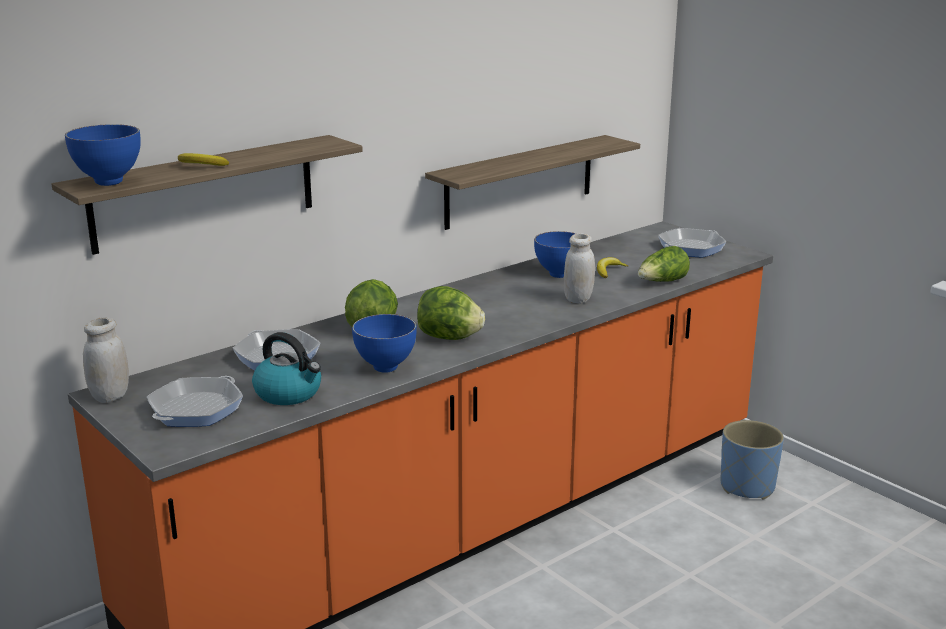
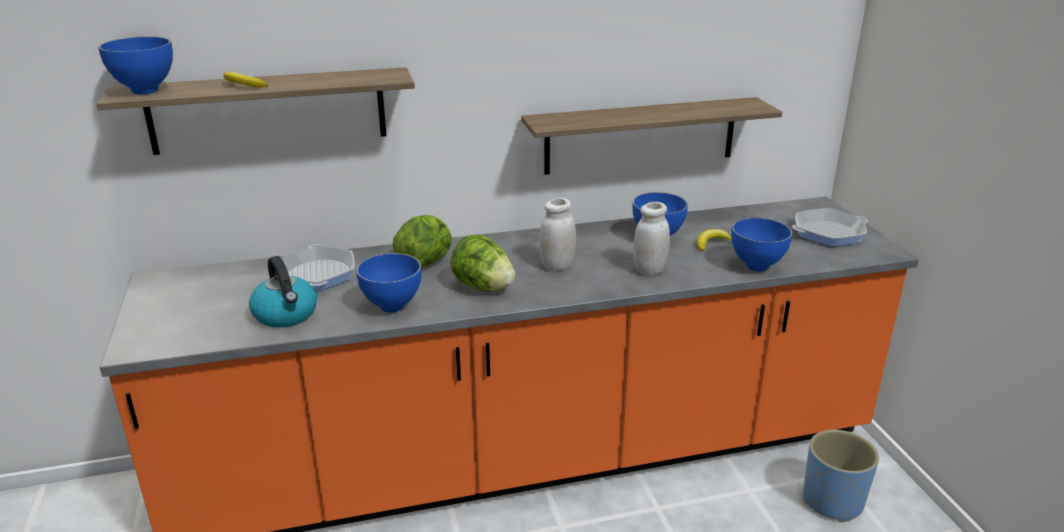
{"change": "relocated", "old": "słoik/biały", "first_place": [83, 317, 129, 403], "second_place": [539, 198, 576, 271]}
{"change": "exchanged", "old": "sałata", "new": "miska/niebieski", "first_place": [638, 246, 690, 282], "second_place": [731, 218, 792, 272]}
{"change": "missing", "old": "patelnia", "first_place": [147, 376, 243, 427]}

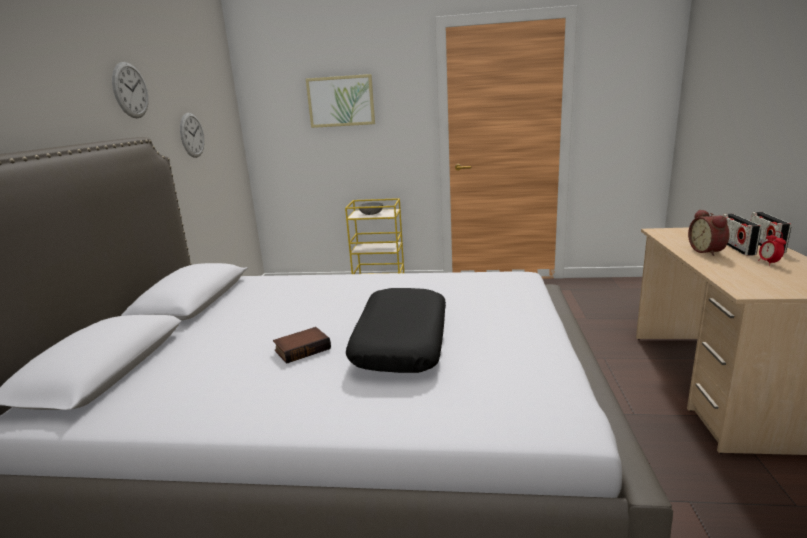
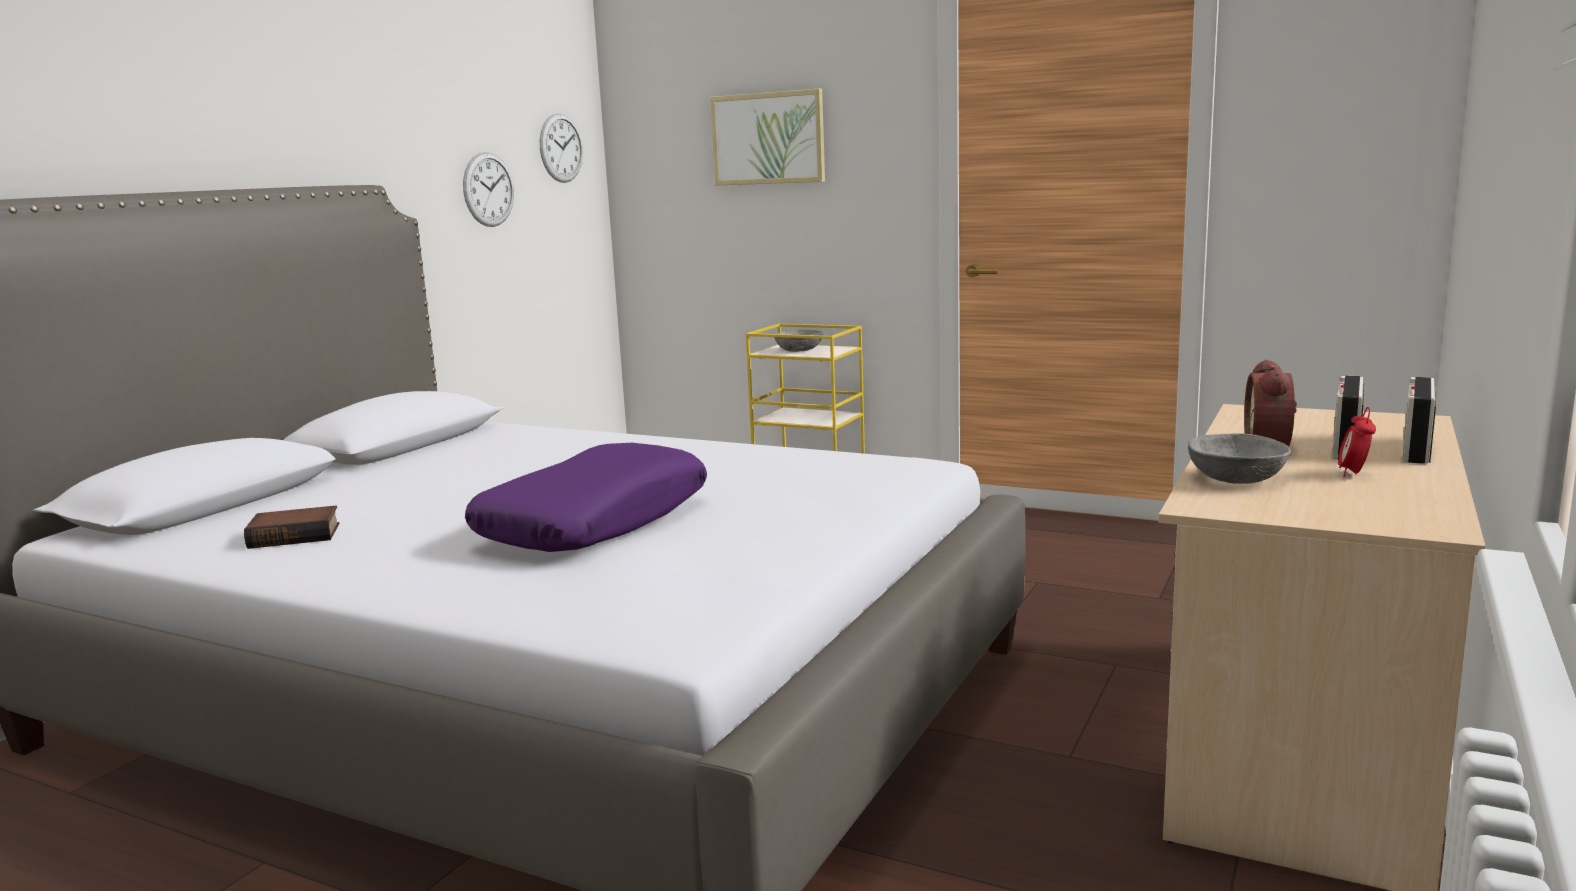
{"change": "relocated", "old": "książka", "first_place": [273, 327, 331, 363], "second_place": [244, 506, 340, 549]}
{"change": "colour", "old": "poduszka/czarny", "new": "poduszka/fioletowy", "first_place": [346, 288, 446, 373], "second_place": [465, 443, 707, 552]}
{"change": "relocated", "old": "zegar ścienny", "first_place": [112, 62, 149, 118], "second_place": [540, 113, 583, 183]}
{"change": "appeared", "new": "miska/szary", "second_place": [1188, 433, 1291, 484]}

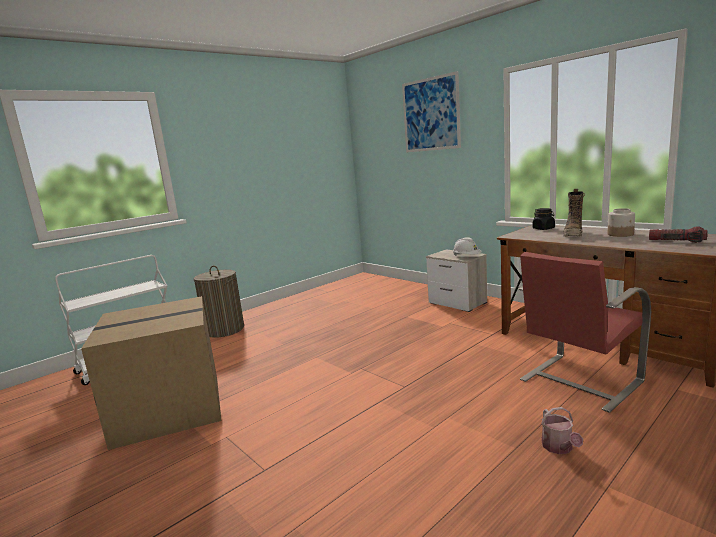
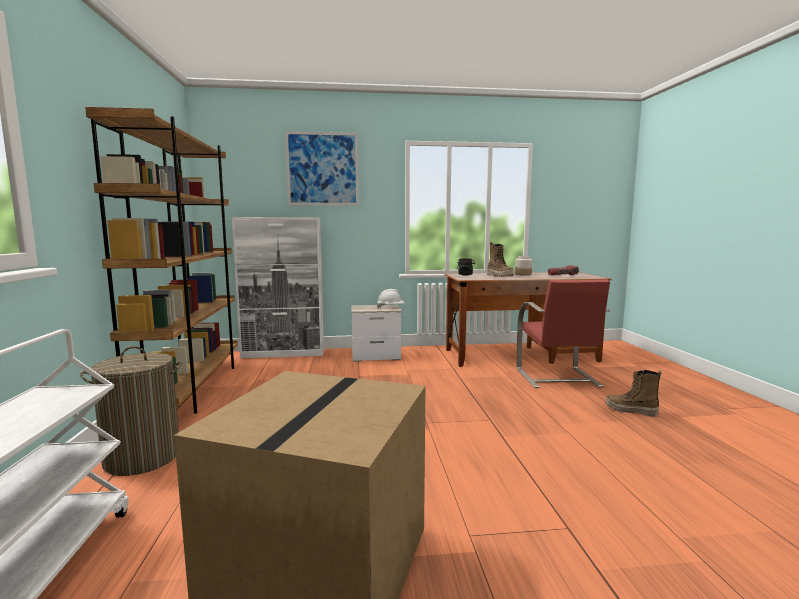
{"change": "appeared", "new": "regał/brązowy", "second_place": [85, 107, 238, 414]}
{"change": "appeared", "new": "szafka/biały", "second_place": [232, 217, 324, 358]}
{"change": "exchanged", "old": "konewka", "new": "but z cholewką", "first_place": [541, 407, 583, 454], "second_place": [606, 370, 662, 417]}

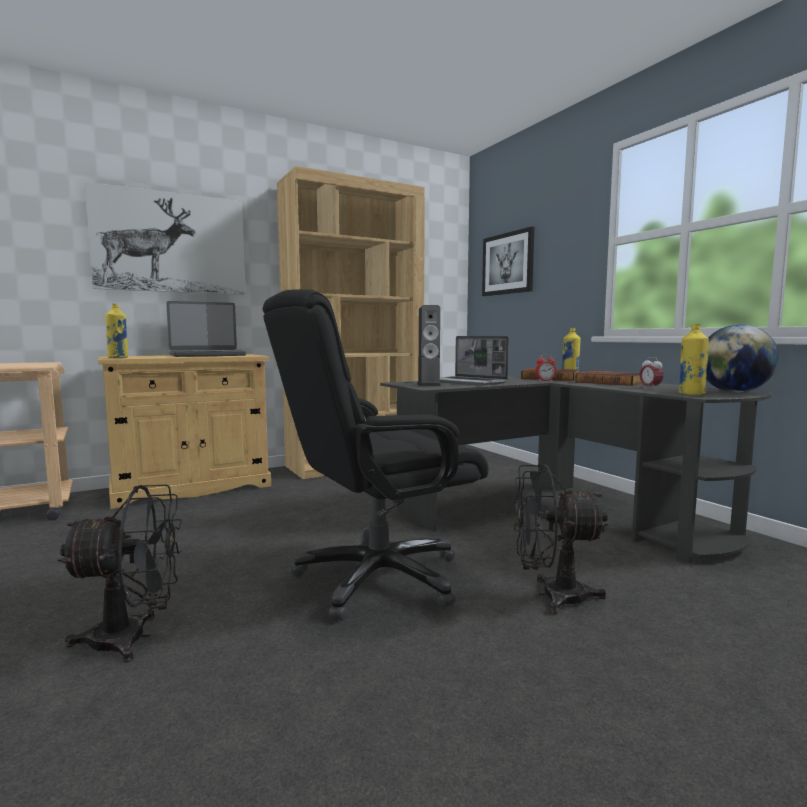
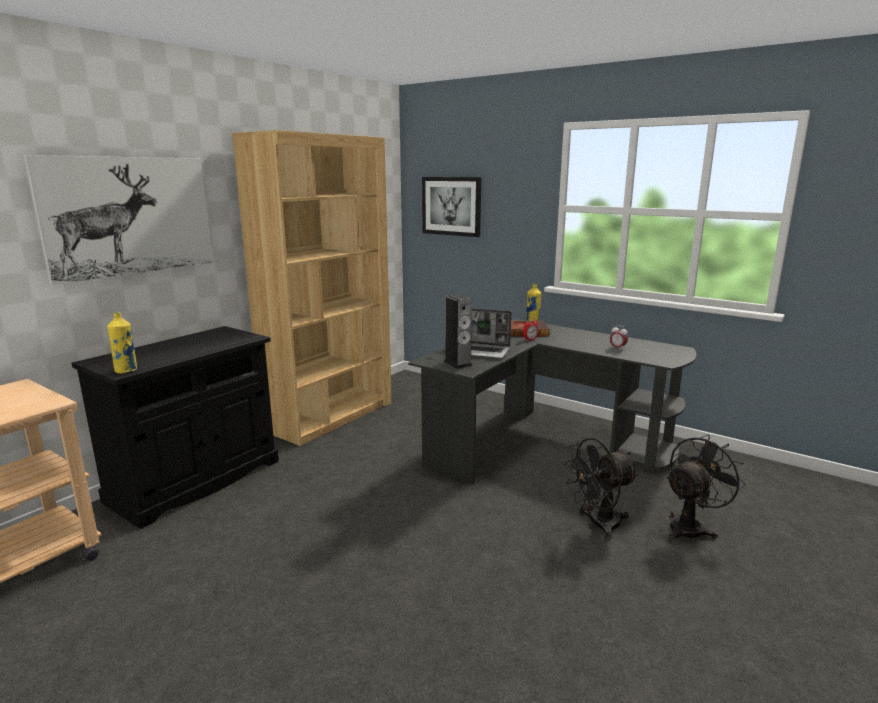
{"change": "colour", "old": "szafka/beżowy", "new": "szafka/czarny", "first_place": [98, 354, 271, 509], "second_place": [71, 326, 279, 529]}
{"change": "relocated", "old": "wentylator/czarny", "first_place": [57, 484, 182, 662], "second_place": [666, 435, 746, 542]}
{"change": "missing", "old": "laptop", "first_place": [166, 301, 246, 357]}
{"change": "missing", "old": "krzesło biurowe/czarny", "first_place": [263, 289, 489, 621]}
{"change": "missing", "old": "książka", "first_place": [575, 371, 642, 386]}
{"change": "missing", "old": "butelka/żółty", "first_place": [679, 324, 709, 395]}
{"change": "missing", "old": "globus", "first_place": [706, 324, 779, 392]}

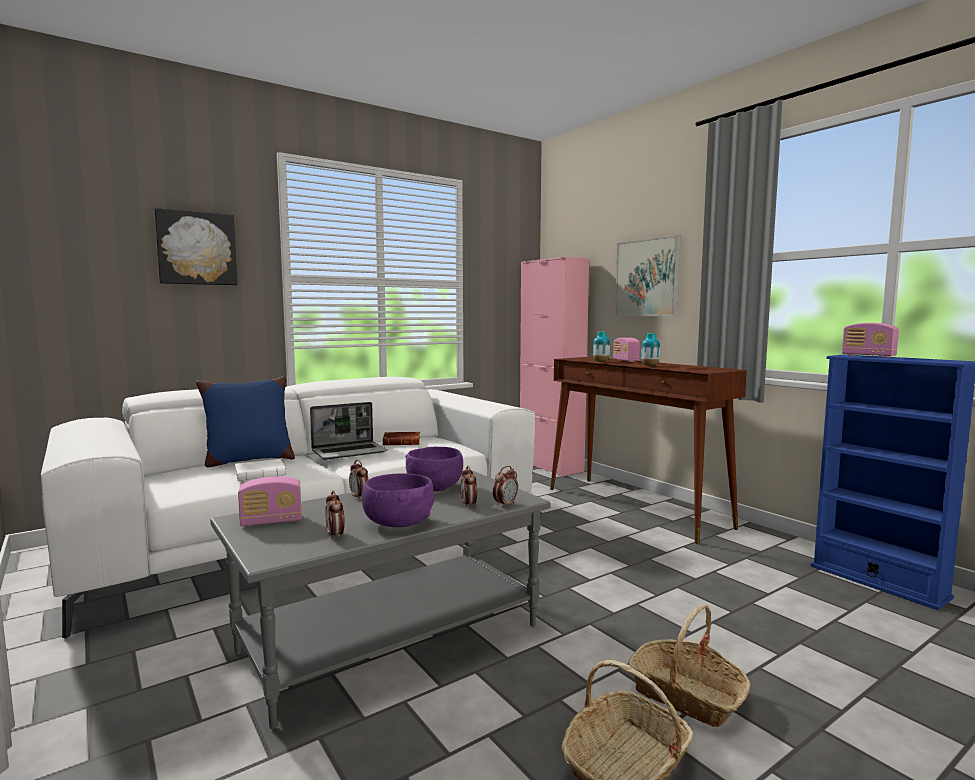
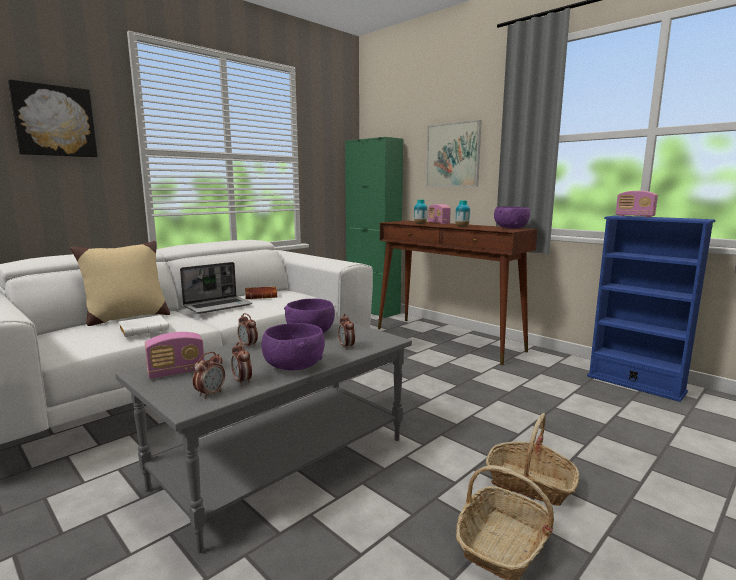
{"change": "colour", "old": "poduszka/niebieski", "new": "poduszka/beżowy", "first_place": [196, 376, 295, 467], "second_place": [70, 241, 170, 326]}
{"change": "relocated", "old": "budzik", "first_place": [493, 466, 518, 508], "second_place": [193, 352, 225, 399]}
{"change": "colour", "old": "szafka/różowy", "new": "szafka/zielony", "first_place": [520, 257, 589, 476], "second_place": [345, 137, 403, 318]}
{"change": "appeared", "new": "miska/fioletowy", "second_place": [494, 206, 530, 229]}

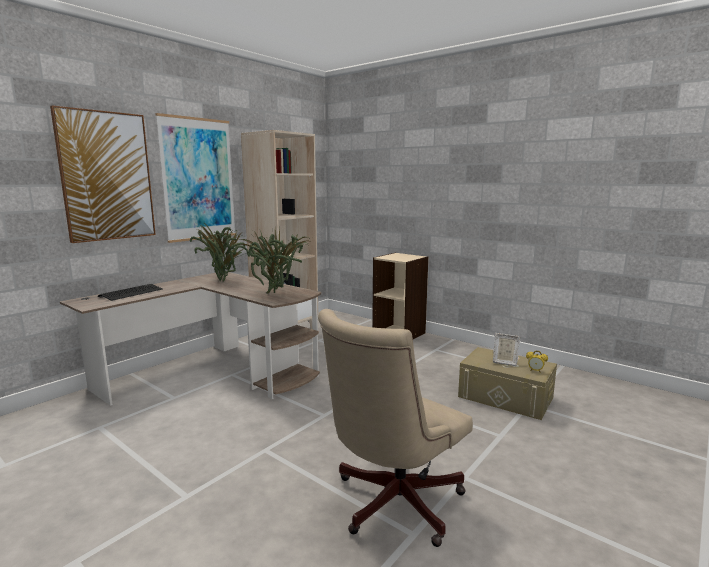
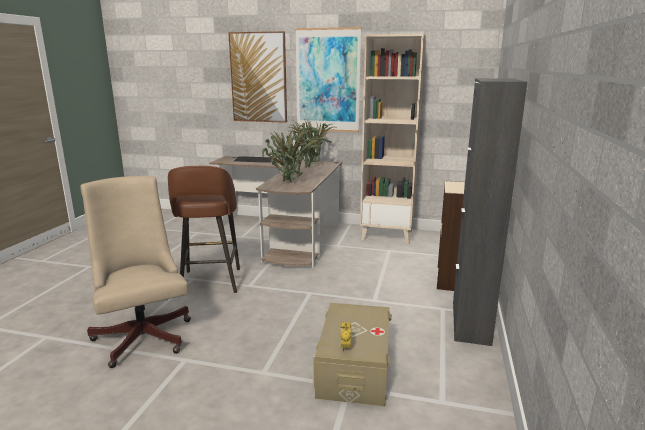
{"change": "spun", "old": "krzesło biurowe/beżowy", "first_place": [318, 309, 473, 547], "second_place": [80, 176, 191, 368], "degrees": 45}
{"change": "appeared", "new": "stołek/brązowy", "second_place": [168, 166, 240, 293]}
{"change": "appeared", "new": "szafka/czarny", "second_place": [453, 78, 527, 346]}
{"change": "missing", "old": "ramka na zdjęcie", "first_place": [493, 333, 520, 366]}

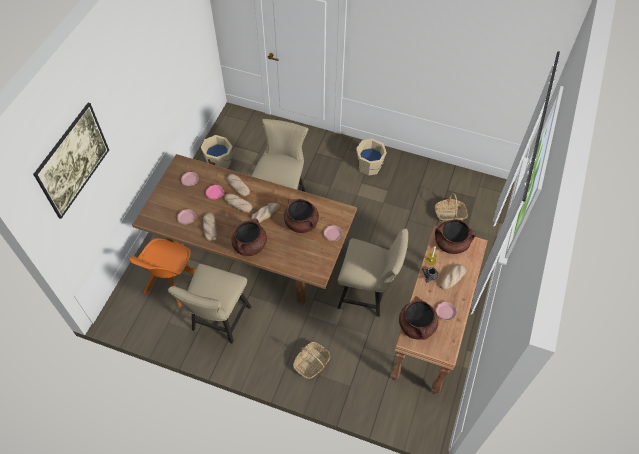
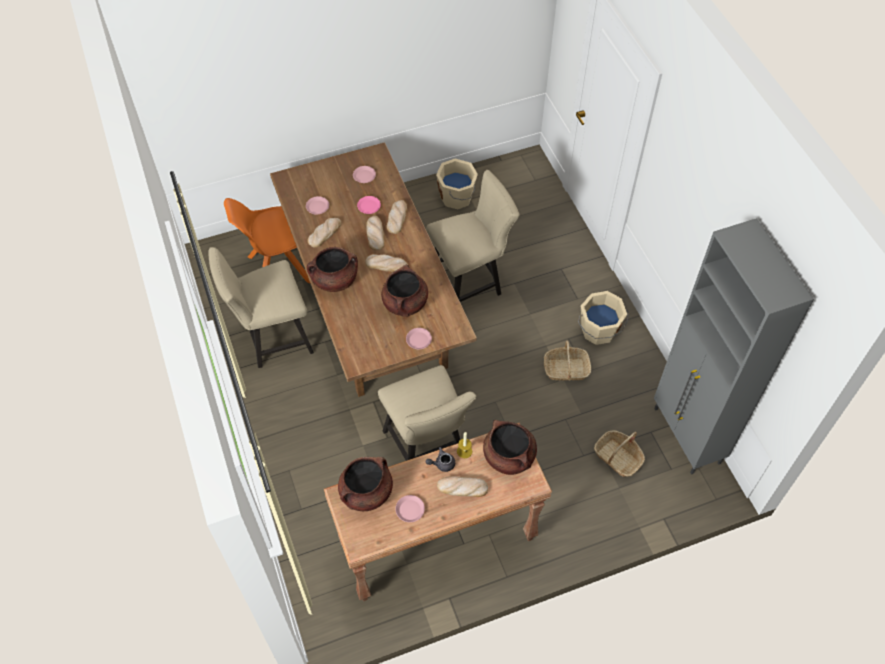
{"change": "relocated", "old": "koszyk", "first_place": [293, 342, 330, 379], "second_place": [544, 341, 591, 381]}
{"change": "appeared", "new": "szafka/szary", "second_place": [654, 218, 814, 475]}
{"change": "missing", "old": "obraz", "first_place": [33, 103, 109, 219]}

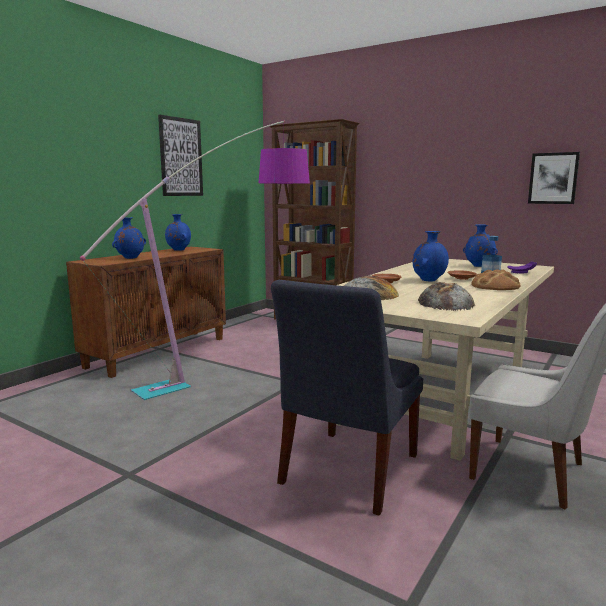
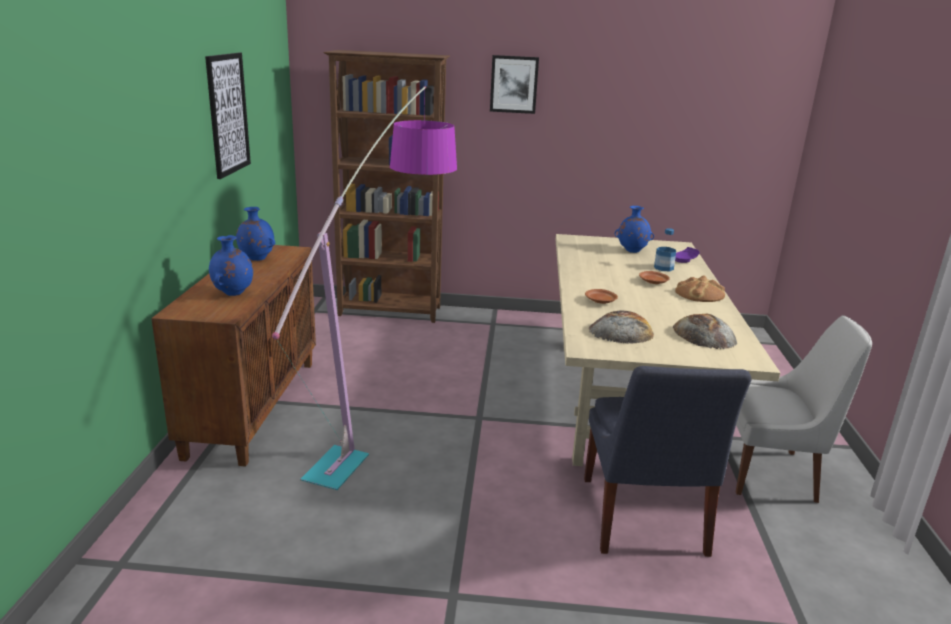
{"change": "relocated", "old": "obraz", "first_place": [528, 152, 580, 204], "second_place": [490, 55, 539, 114]}
{"change": "missing", "old": "wazon/niebieski", "first_place": [413, 231, 449, 281]}

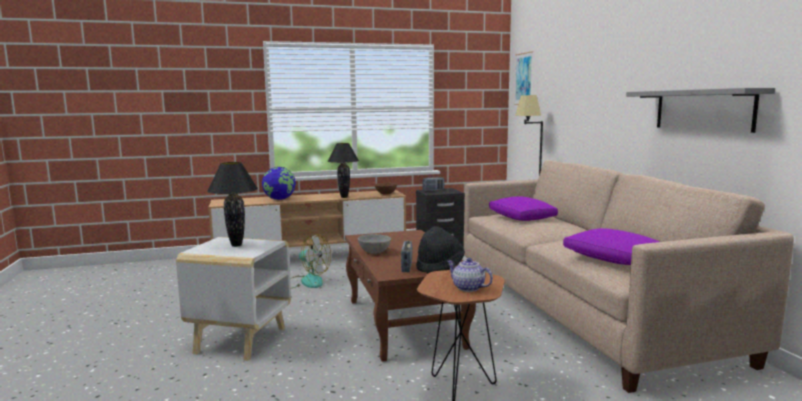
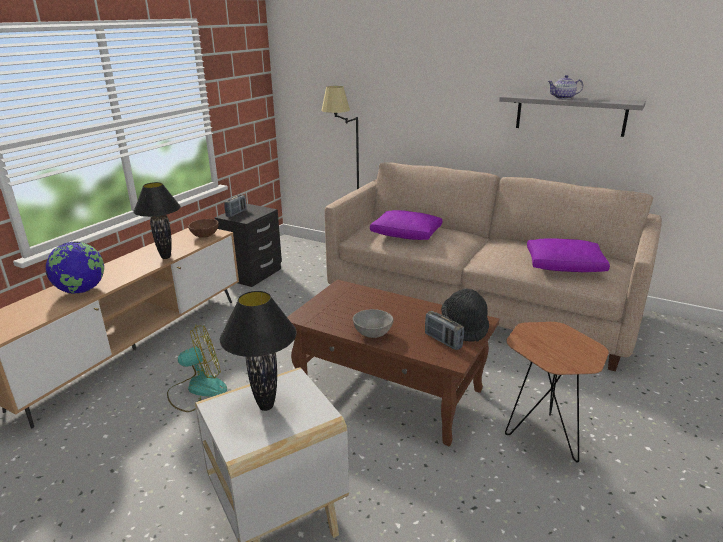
{"change": "relocated", "old": "imbryk", "first_place": [447, 258, 493, 292], "second_place": [547, 75, 583, 99]}
{"change": "missing", "old": "obraz", "first_place": [514, 51, 533, 105]}

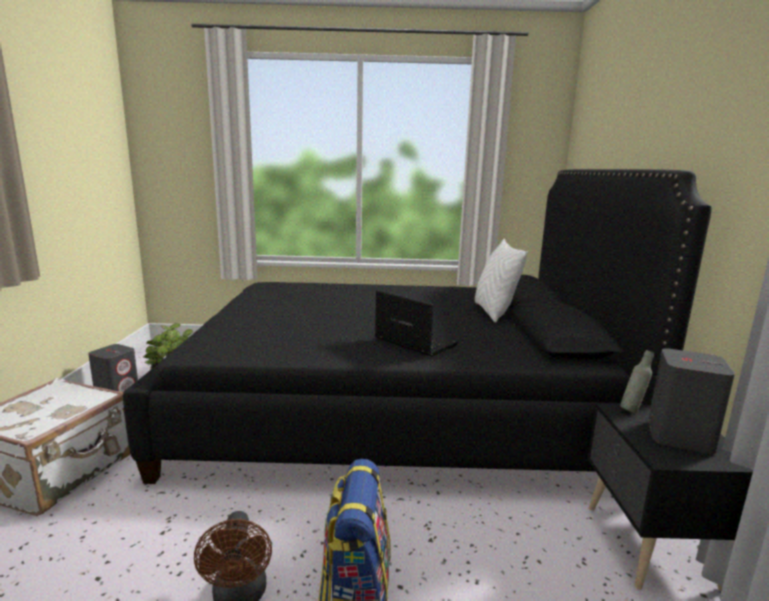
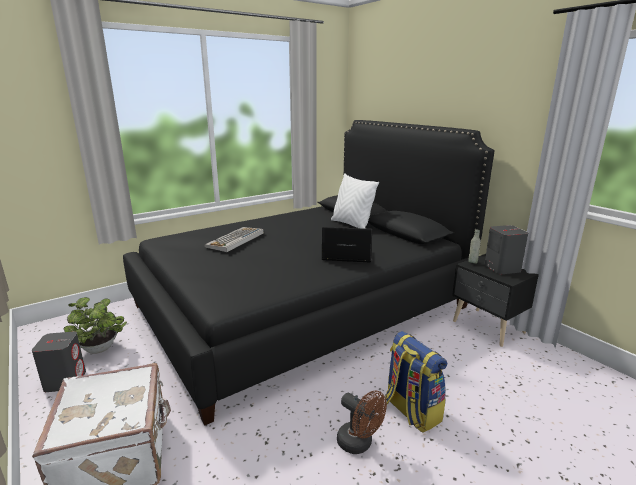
{"change": "appeared", "new": "klawiatura", "second_place": [204, 227, 264, 252]}

